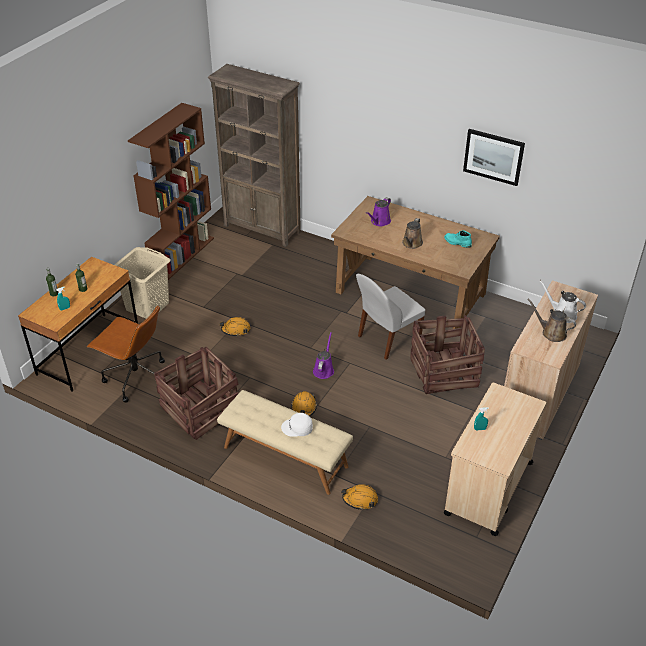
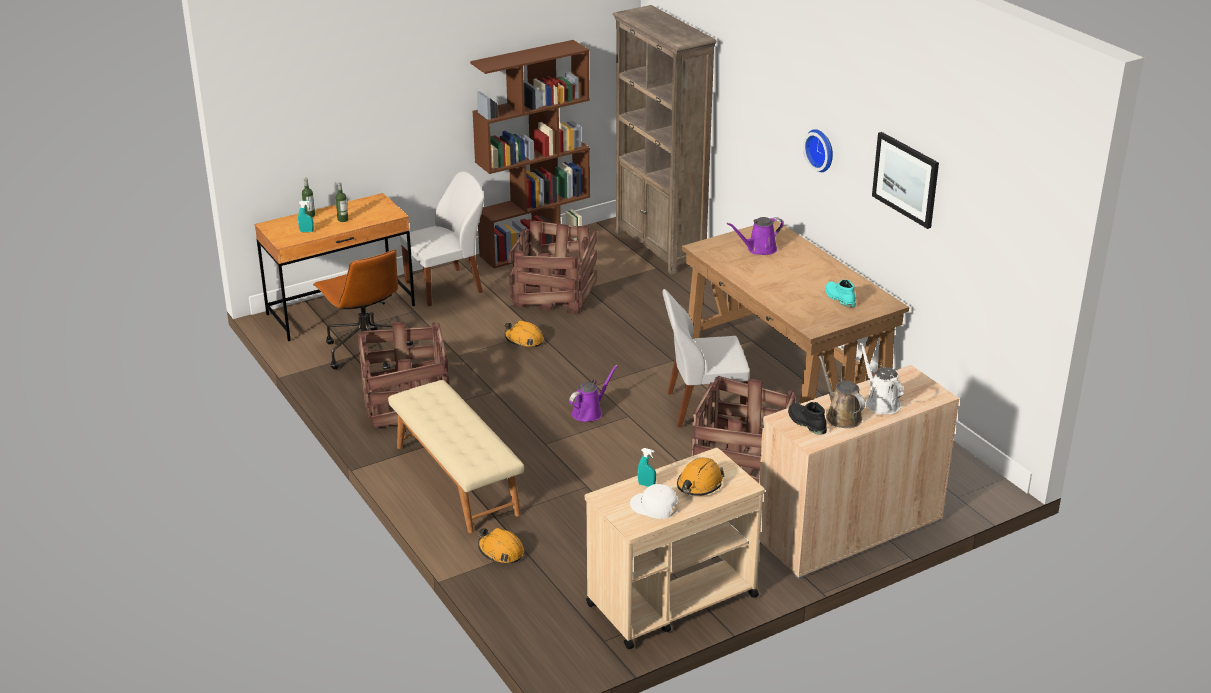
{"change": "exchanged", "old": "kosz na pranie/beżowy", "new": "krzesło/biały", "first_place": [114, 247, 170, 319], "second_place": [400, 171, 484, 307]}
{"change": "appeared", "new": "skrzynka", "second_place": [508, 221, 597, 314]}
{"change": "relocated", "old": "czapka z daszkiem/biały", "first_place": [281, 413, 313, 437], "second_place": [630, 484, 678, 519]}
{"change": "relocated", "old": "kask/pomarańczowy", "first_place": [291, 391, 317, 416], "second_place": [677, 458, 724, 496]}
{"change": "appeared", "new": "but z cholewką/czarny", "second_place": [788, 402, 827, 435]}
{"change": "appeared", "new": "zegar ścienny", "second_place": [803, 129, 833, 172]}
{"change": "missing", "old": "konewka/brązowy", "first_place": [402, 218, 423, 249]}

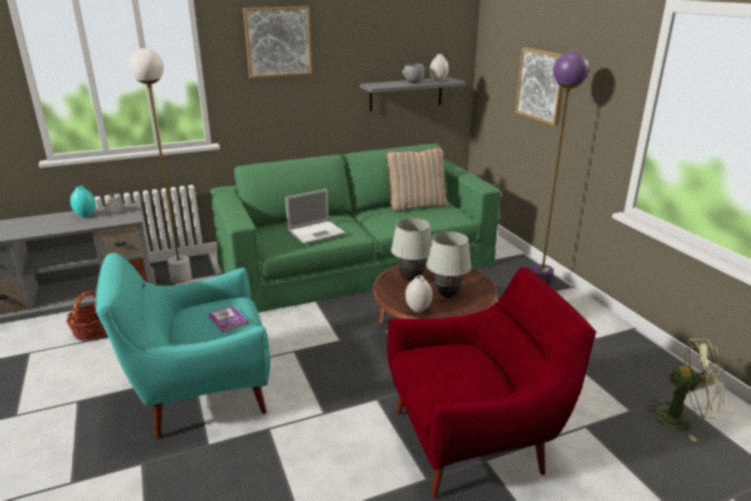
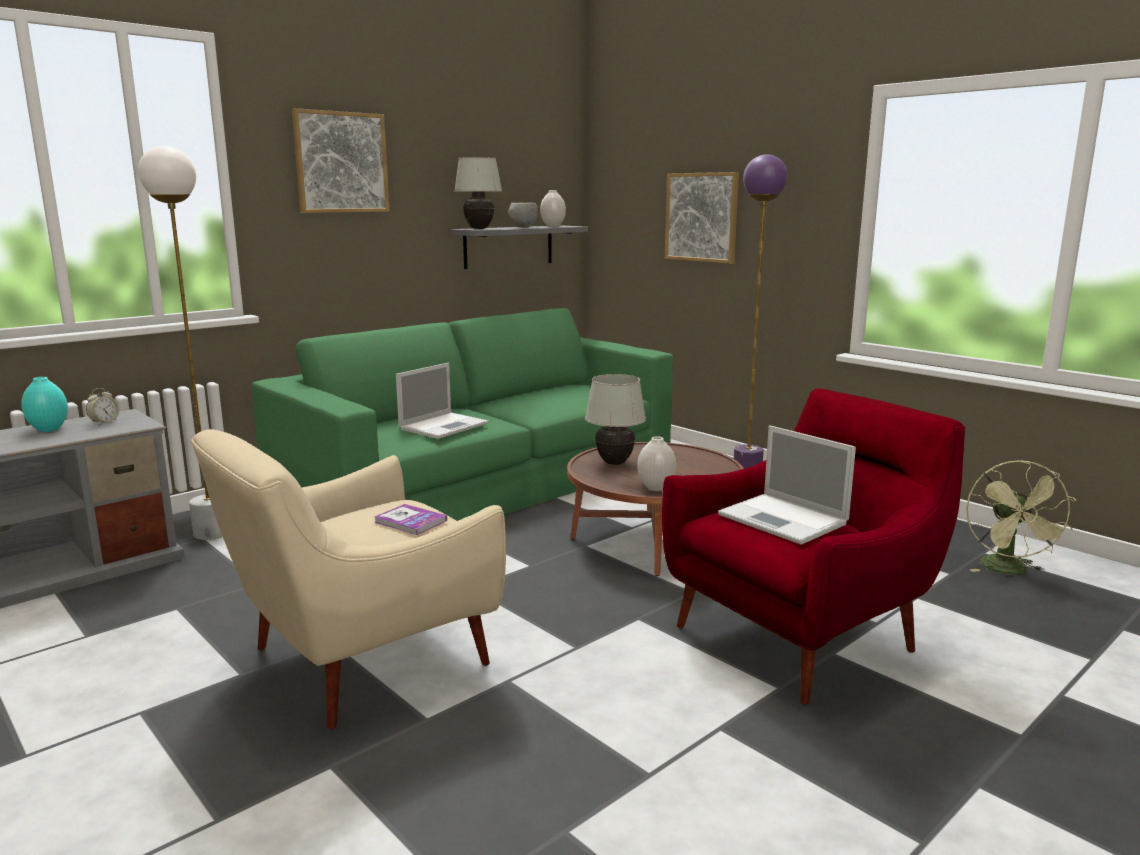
{"change": "colour", "old": "fotel/turkusowy", "new": "fotel/beżowy", "first_place": [96, 253, 270, 438], "second_place": [191, 429, 506, 730]}
{"change": "relocated", "old": "lampa stołowa/biały", "first_place": [426, 231, 472, 298], "second_place": [454, 157, 502, 229]}
{"change": "appeared", "new": "laptop", "second_place": [718, 425, 856, 545]}
{"change": "spun", "old": "wentylator/zielony", "first_place": [643, 339, 726, 441], "second_place": [966, 460, 1076, 575], "degrees": 105}
{"change": "missing", "old": "koszyk", "first_place": [66, 291, 107, 341]}
{"change": "missing", "old": "poduszka/beżowy", "first_place": [387, 147, 447, 212]}

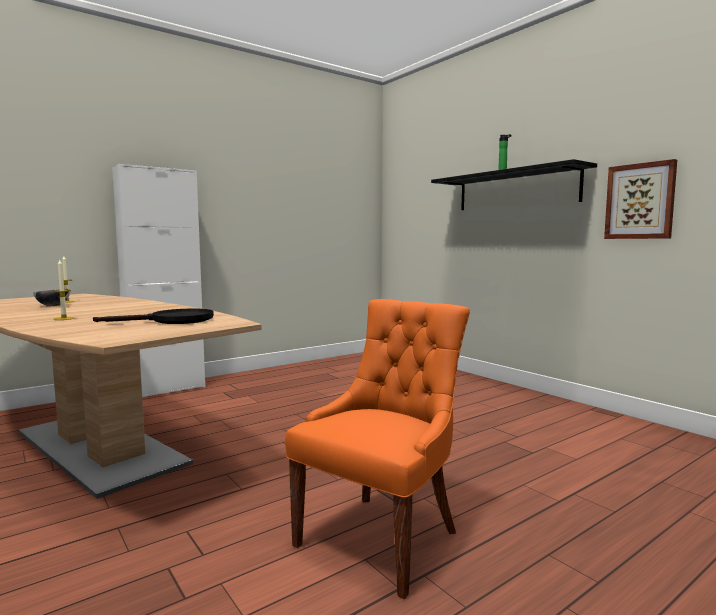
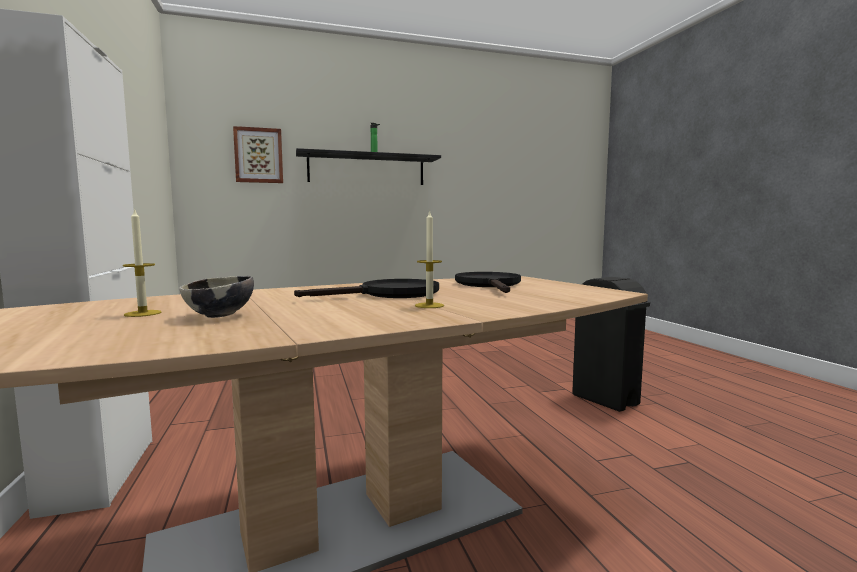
{"change": "relocated", "old": "obraz", "first_place": [604, 159, 677, 239], "second_place": [233, 126, 283, 183]}
{"change": "appeared", "new": "patelnia/czarny", "second_place": [294, 279, 439, 298]}
{"change": "exchanged", "old": "krzesło/pomarańczowy", "new": "kosz na śmieci/czarny", "first_place": [285, 299, 470, 599], "second_place": [572, 277, 650, 412]}

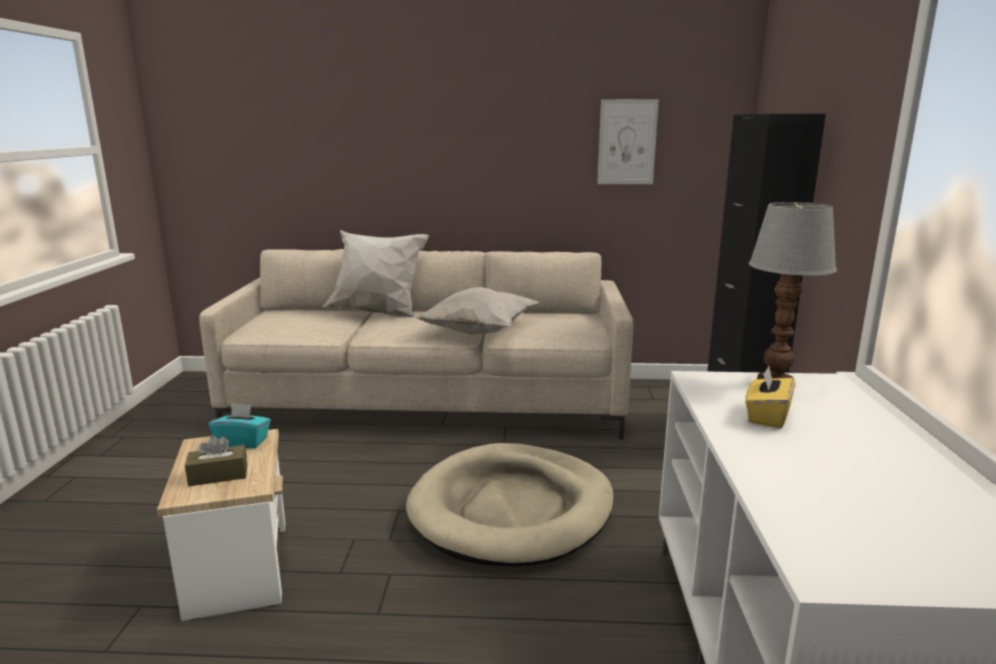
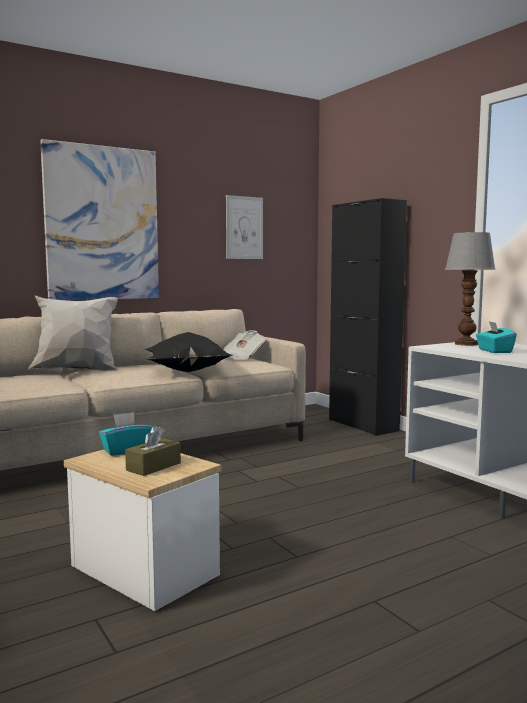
{"change": "appeared", "new": "obraz", "second_place": [40, 139, 159, 301]}
{"change": "colour", "old": "poduszka/biały", "new": "poduszka/czarny", "first_place": [412, 287, 539, 335], "second_place": [145, 332, 232, 372]}
{"change": "appeared", "new": "gazeta", "second_place": [223, 330, 265, 361]}
{"change": "colour", "old": "pudełko chusteczek/żółty", "new": "pudełko chusteczek/turkusowy", "first_place": [745, 366, 795, 428], "second_place": [476, 321, 516, 353]}
{"change": "missing", "old": "legowisko/beżowy", "first_place": [406, 443, 614, 567]}

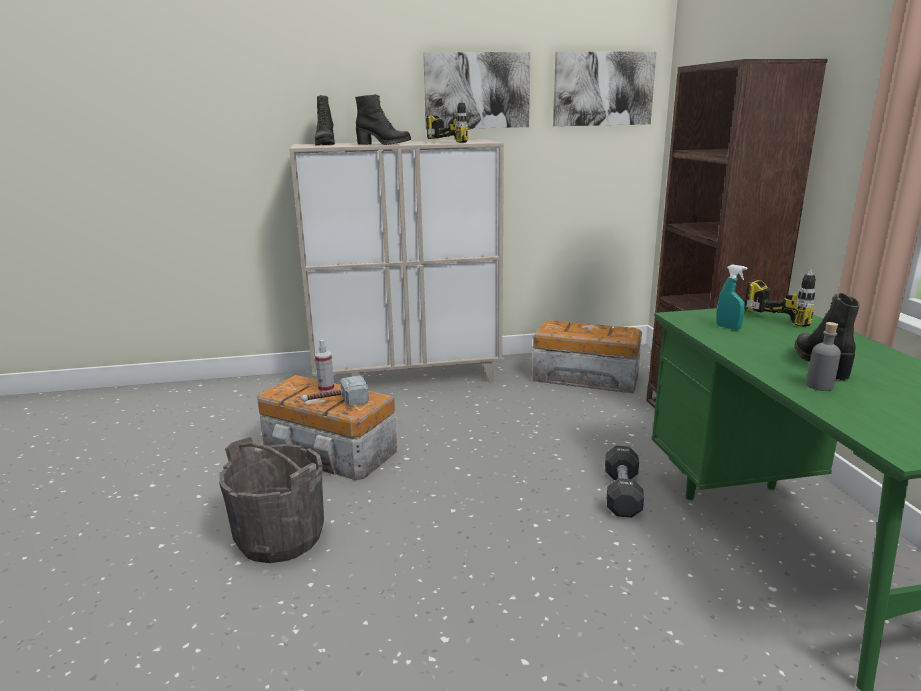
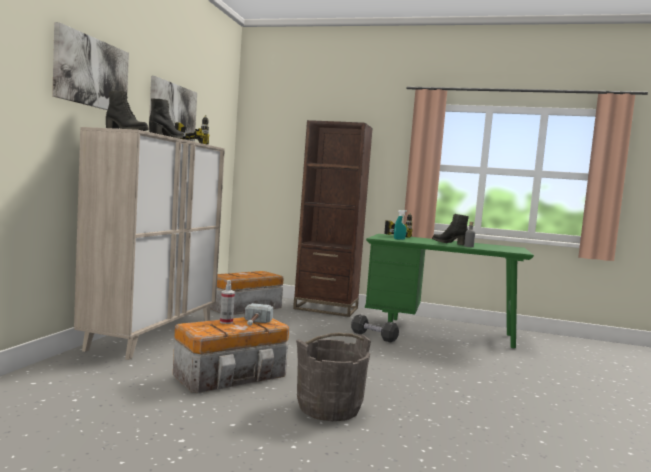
{"change": "relocated", "old": "obraz", "first_place": [553, 52, 656, 126], "second_place": [52, 22, 129, 110]}

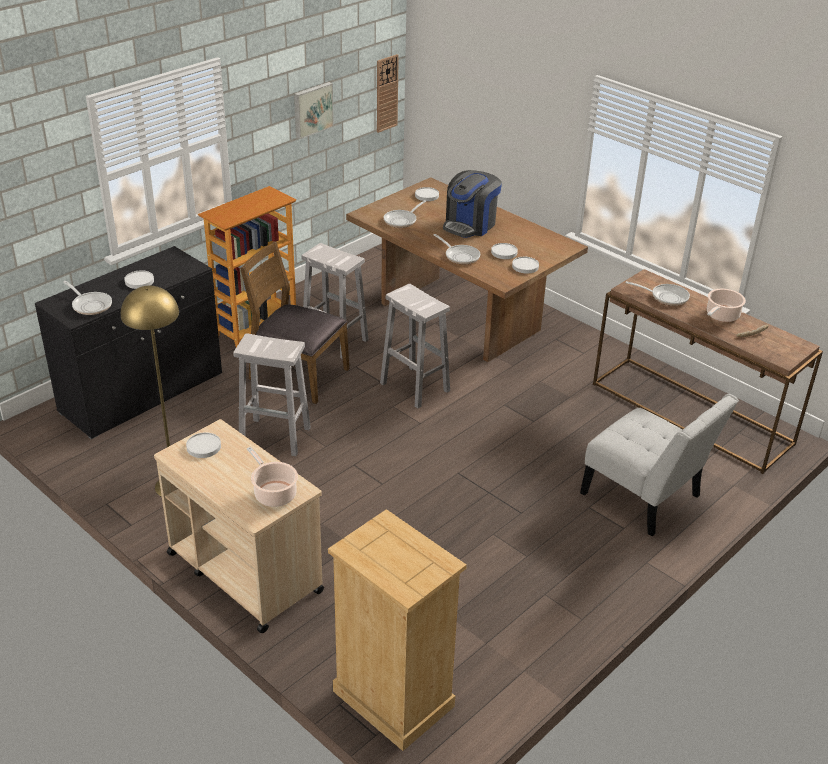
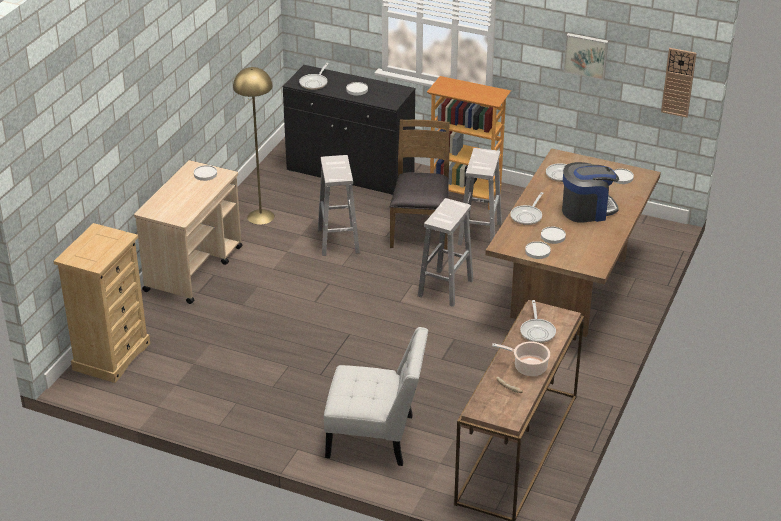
{"change": "spun", "old": "krzesło/biały", "first_place": [580, 394, 739, 536], "second_place": [324, 327, 428, 466], "degrees": -105}
{"change": "spun", "old": "ekspres do kawy", "first_place": [443, 170, 502, 238], "second_place": [562, 162, 619, 222], "degrees": 150}
{"change": "missing", "old": "garnek", "first_place": [247, 447, 298, 507]}

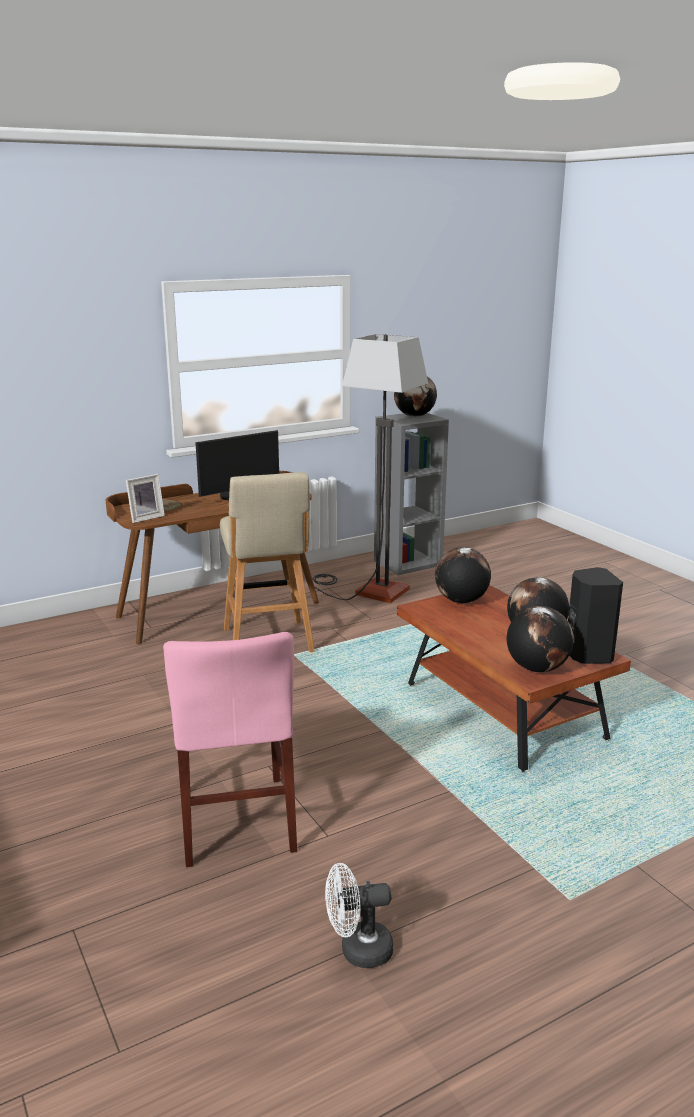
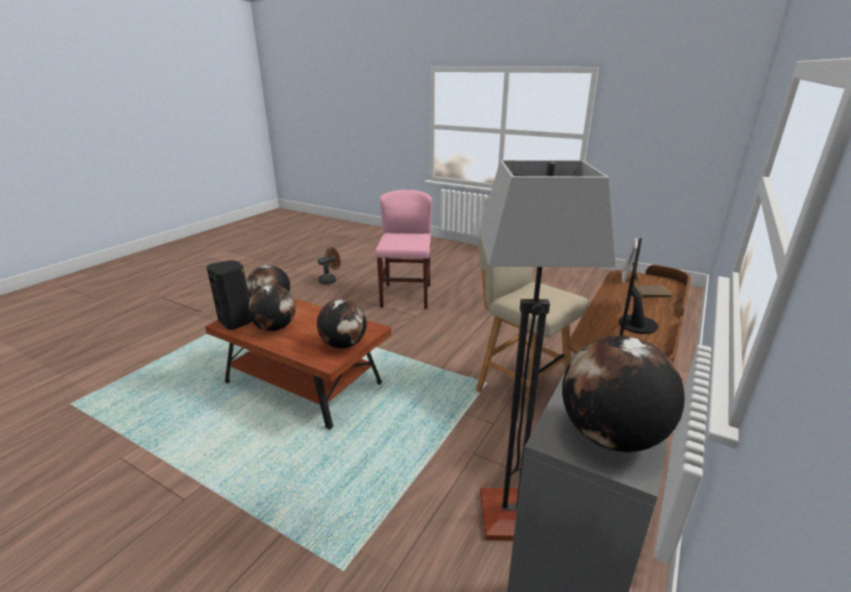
{"change": "colour", "old": "wentylator/biały", "new": "wentylator/brązowy", "first_place": [325, 863, 393, 968], "second_place": [318, 247, 341, 285]}
{"change": "spun", "old": "krzesło/różowy", "first_place": [163, 632, 297, 867], "second_place": [375, 190, 432, 309], "degrees": 45}

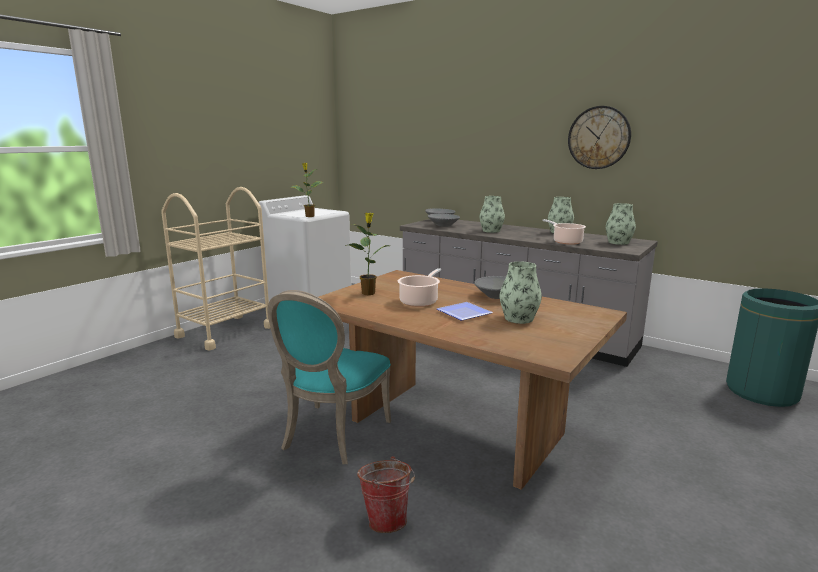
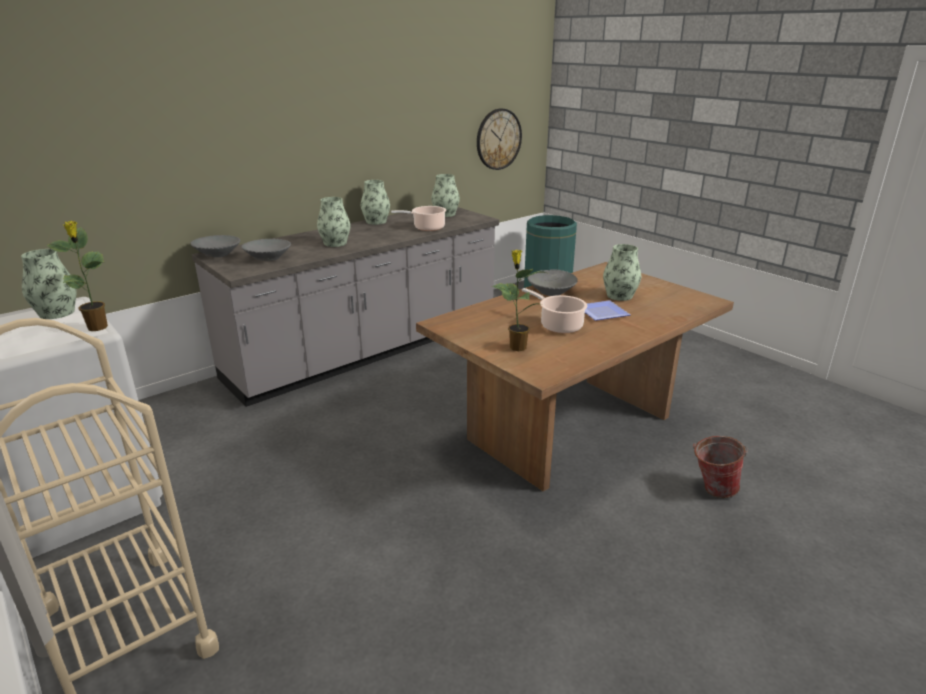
{"change": "appeared", "new": "wazon", "second_place": [21, 249, 77, 319]}
{"change": "relocated", "old": "zegar ścienny", "first_place": [568, 106, 631, 169], "second_place": [477, 109, 522, 170]}
{"change": "missing", "old": "krzesło/turkusowy", "first_place": [267, 290, 391, 464]}

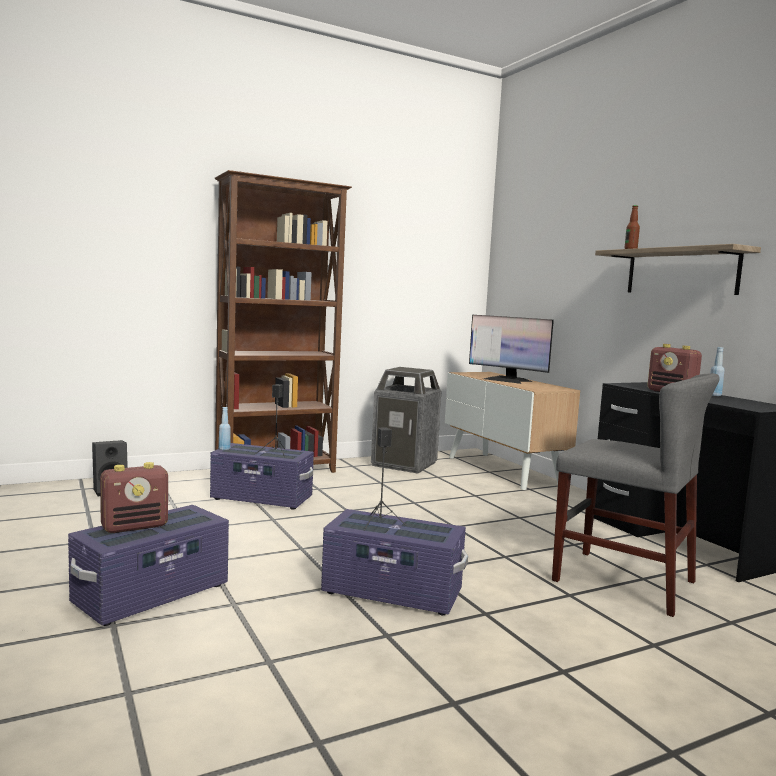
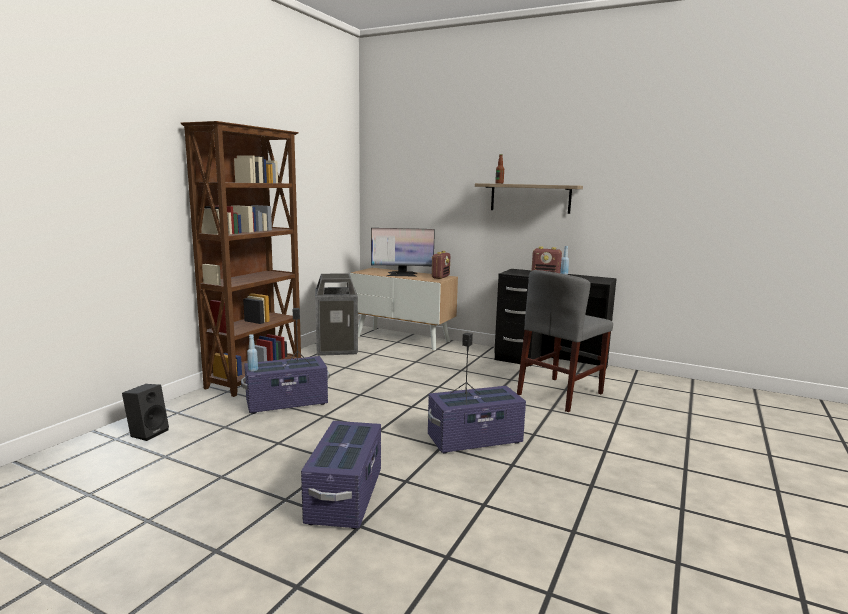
{"change": "relocated", "old": "radio", "first_place": [100, 462, 168, 533], "second_place": [431, 251, 450, 279]}
{"change": "spun", "old": "krzesło/szary", "first_place": [552, 373, 720, 617], "second_place": [517, 270, 613, 412], "degrees": 135}

